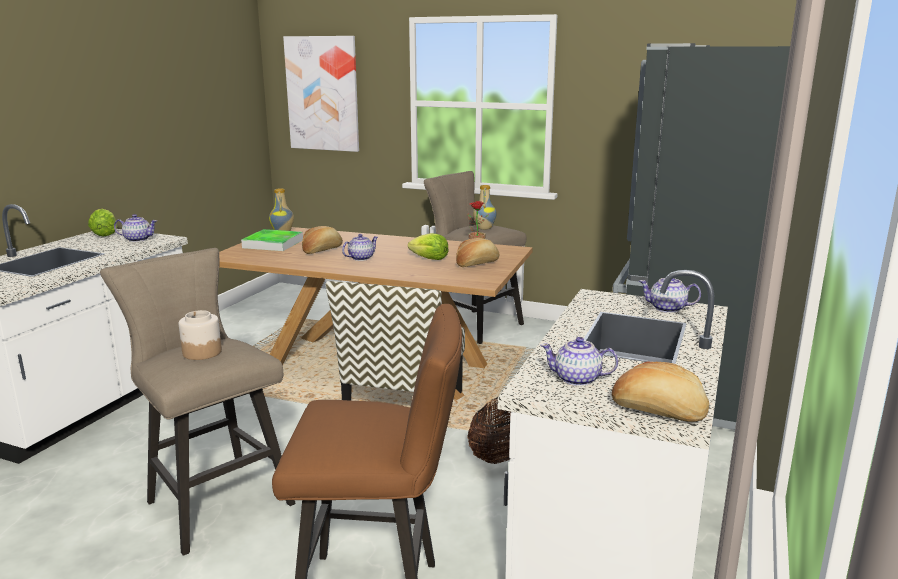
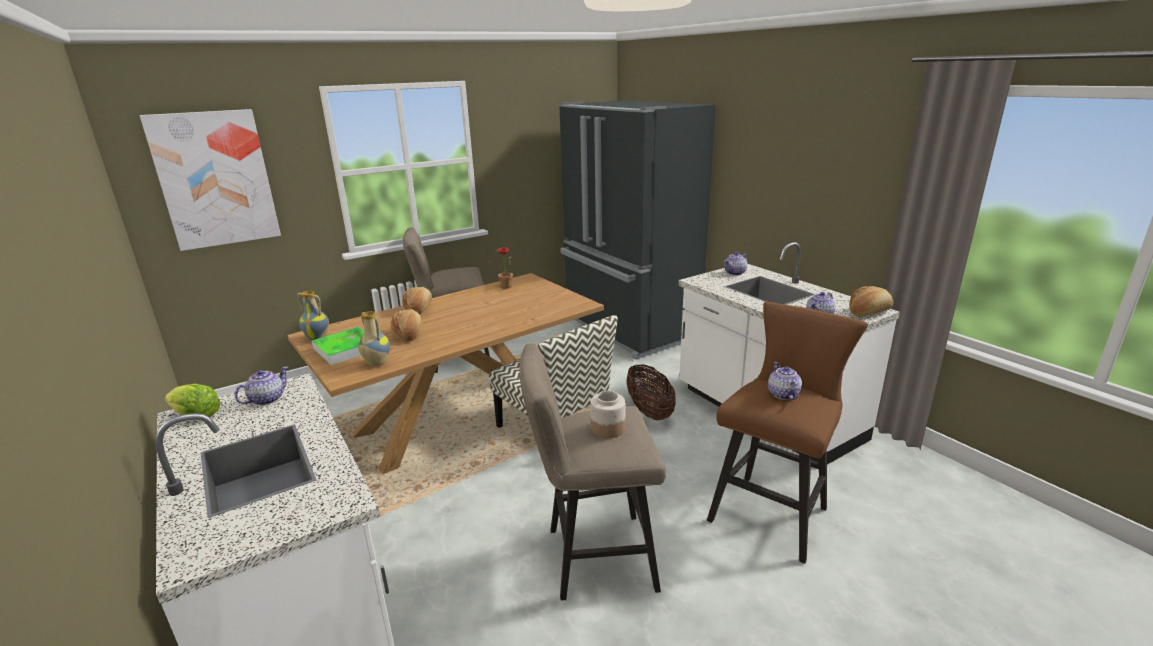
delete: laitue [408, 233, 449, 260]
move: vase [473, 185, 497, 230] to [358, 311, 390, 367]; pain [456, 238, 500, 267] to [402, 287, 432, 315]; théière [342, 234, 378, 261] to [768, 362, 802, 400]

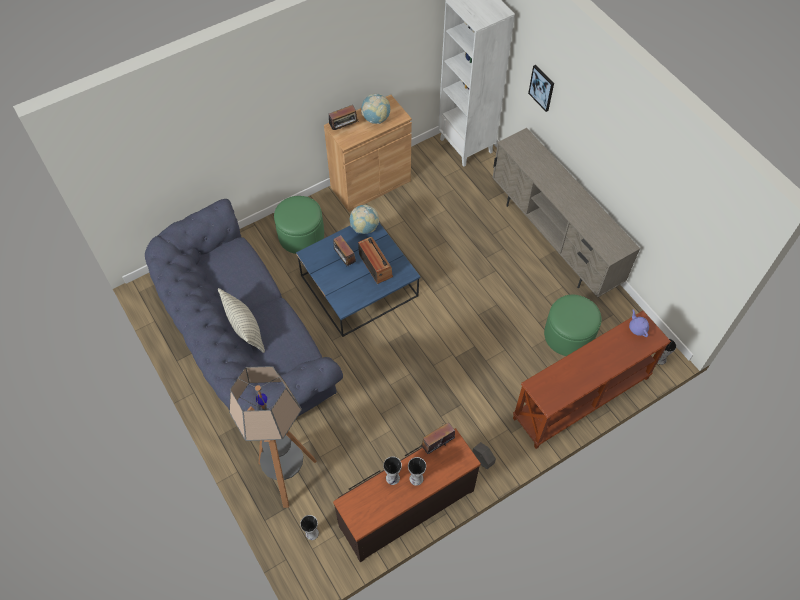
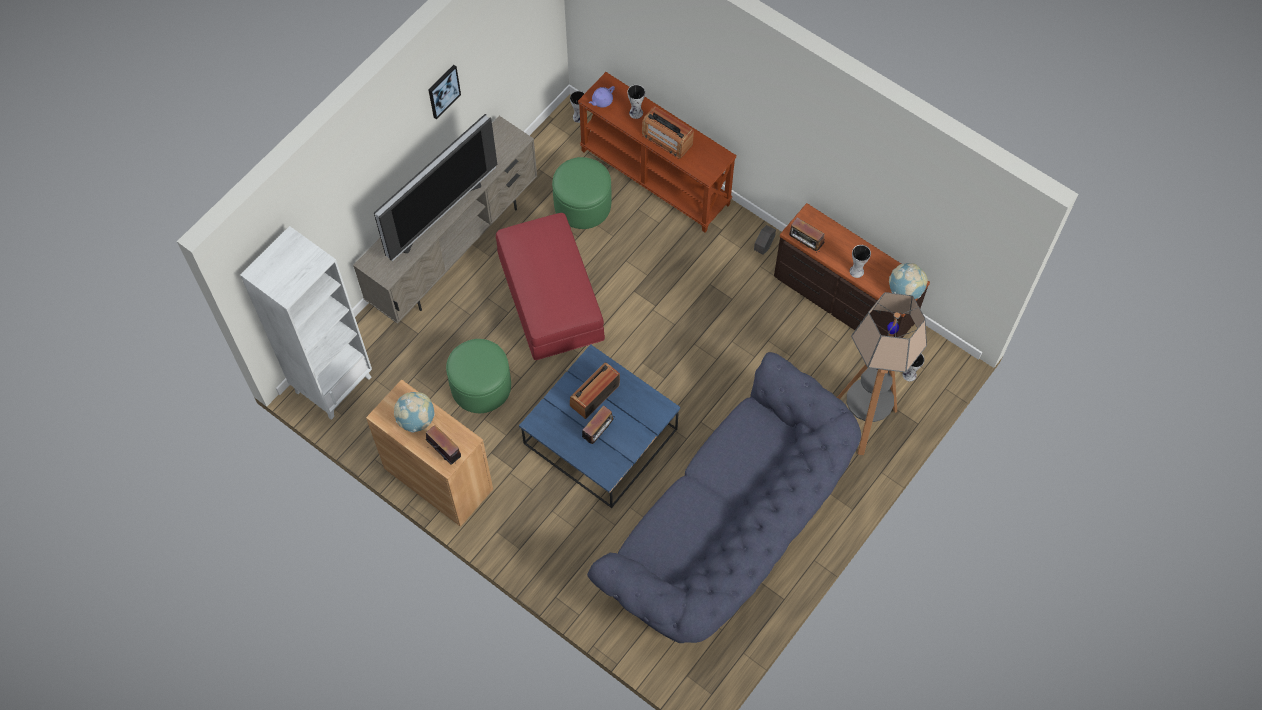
delete: coussin [218, 288, 265, 353]
insert: téléviseur [374, 114, 497, 261]; pouf/rouge [496, 213, 605, 360]; radio [642, 106, 694, 159]
move: tableau [528, 65, 554, 112] to [429, 65, 461, 119]; pouf/vert [274, 196, 324, 254] to [446, 339, 511, 413]; vase [408, 457, 426, 486] to [627, 85, 645, 119]; globe [350, 205, 379, 234] to [889, 263, 928, 299]

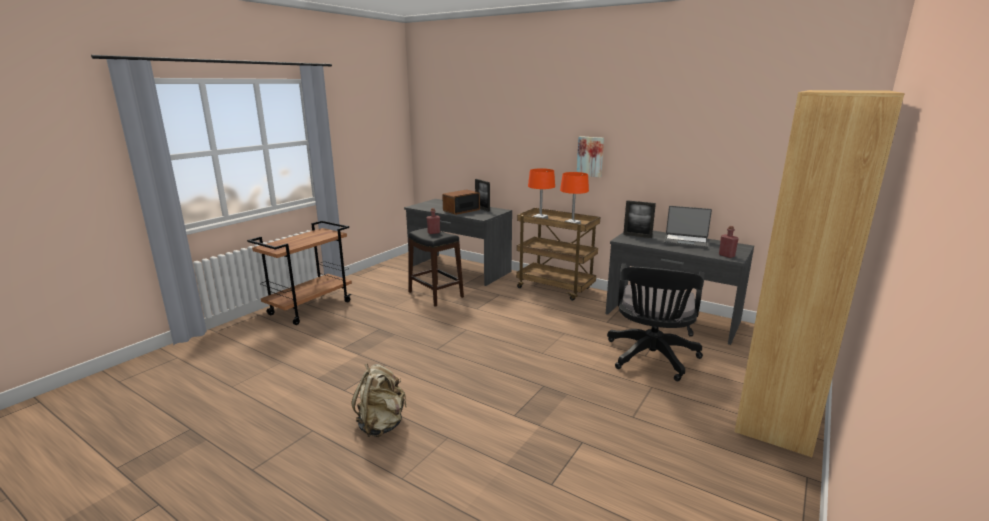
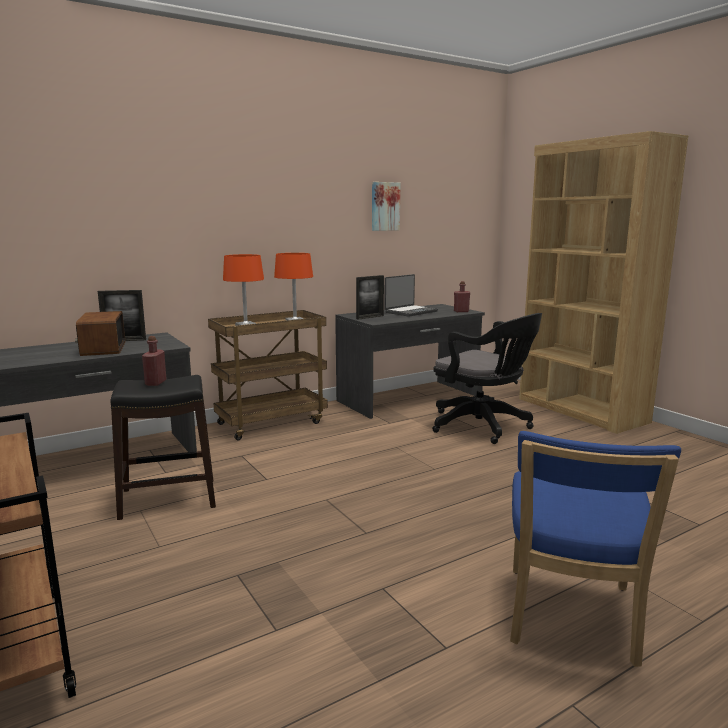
move: tableau [577, 136, 604, 177] to [372, 182, 401, 231]
replace: sac à dos/beige [351, 364, 406, 437] to chaise/bleu [510, 431, 681, 667]

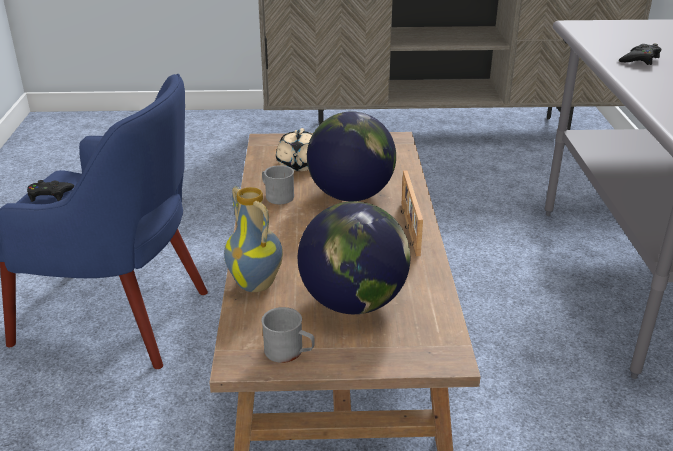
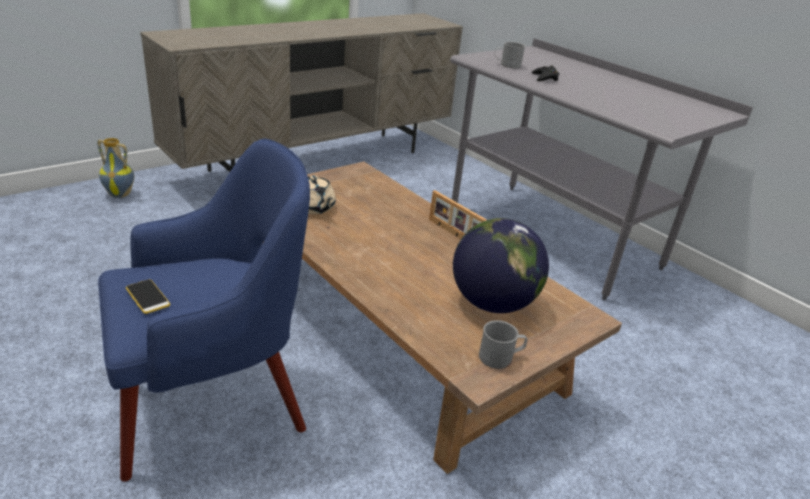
delete: globe [307, 111, 396, 201]
move: vase [224, 187, 283, 292] to [97, 138, 134, 198]; mug/gris [262, 165, 294, 204] to [495, 42, 525, 68]
replace: manette/noir [27, 180, 74, 202] to téléphone [126, 279, 170, 314]

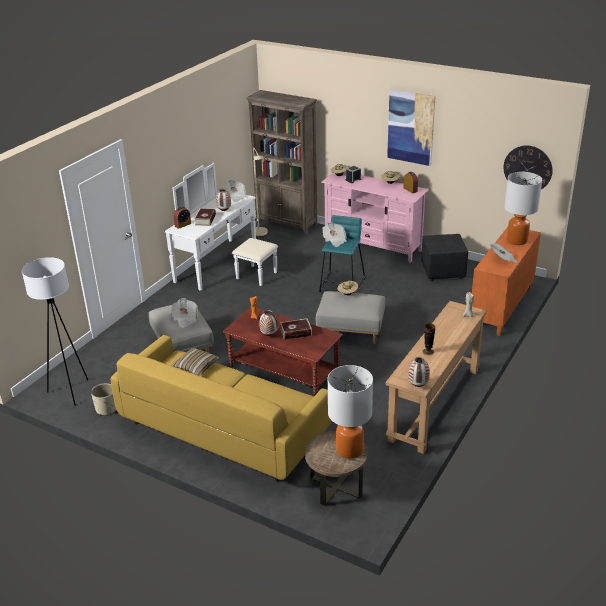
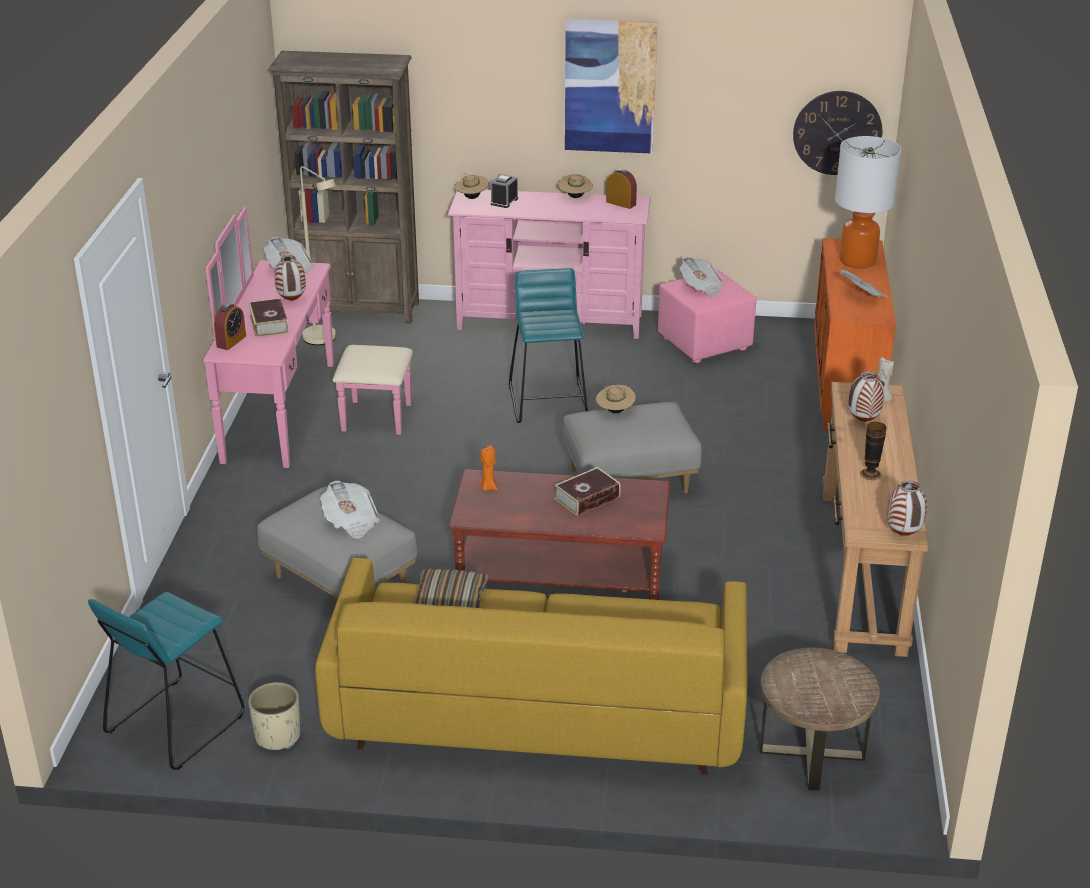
delete: lampe de table [328, 365, 373, 458]
move: journal [322, 222, 347, 247] to [680, 257, 725, 298]; vase [259, 310, 278, 336] to [848, 371, 885, 422]
replace: lampadaire/blanc [22, 257, 88, 406] to tabouret/turquoise [88, 592, 244, 770]
recolor: commode/blanc [165, 163, 278, 291] to commode/rose [203, 207, 413, 468]; pouf/noir [421, 234, 468, 281] to pouf/rose [658, 270, 757, 363]

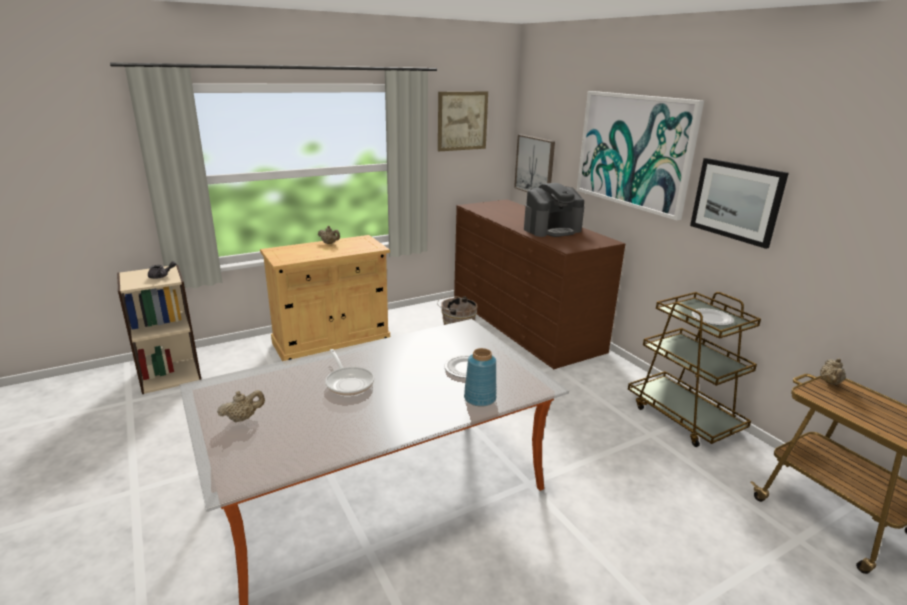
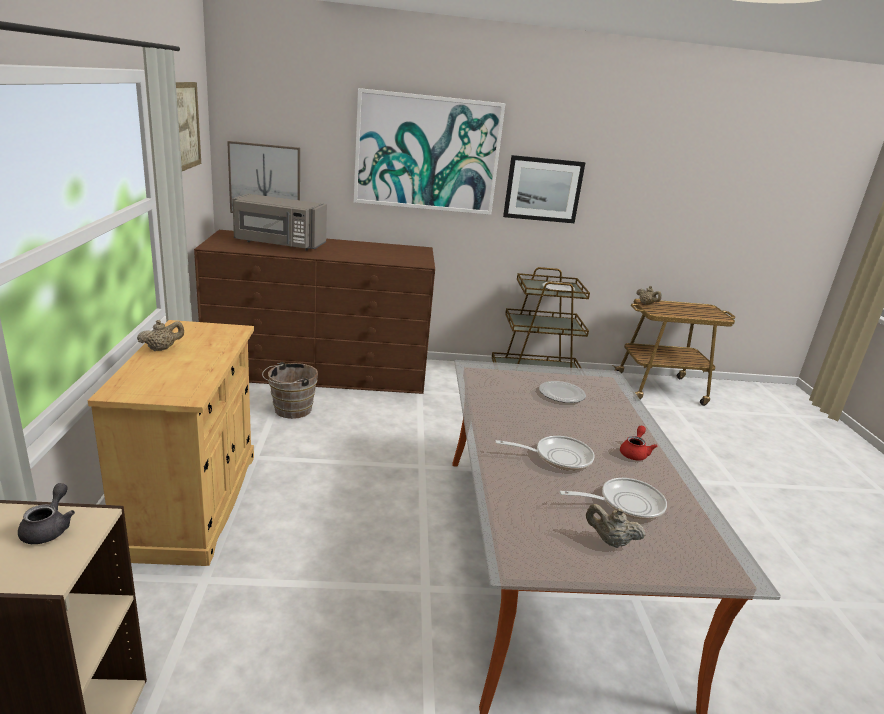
delete: vase/bleu [464, 348, 496, 407]; machine à café [524, 183, 584, 237]
insert: micro-ondes/gris [232, 194, 327, 251]; poêle [559, 478, 667, 520]; théière/rouge [620, 426, 657, 461]
rotate: théière/beige [217, 390, 265, 423] = [586, 504, 645, 548] 60 degrees counterclockwise

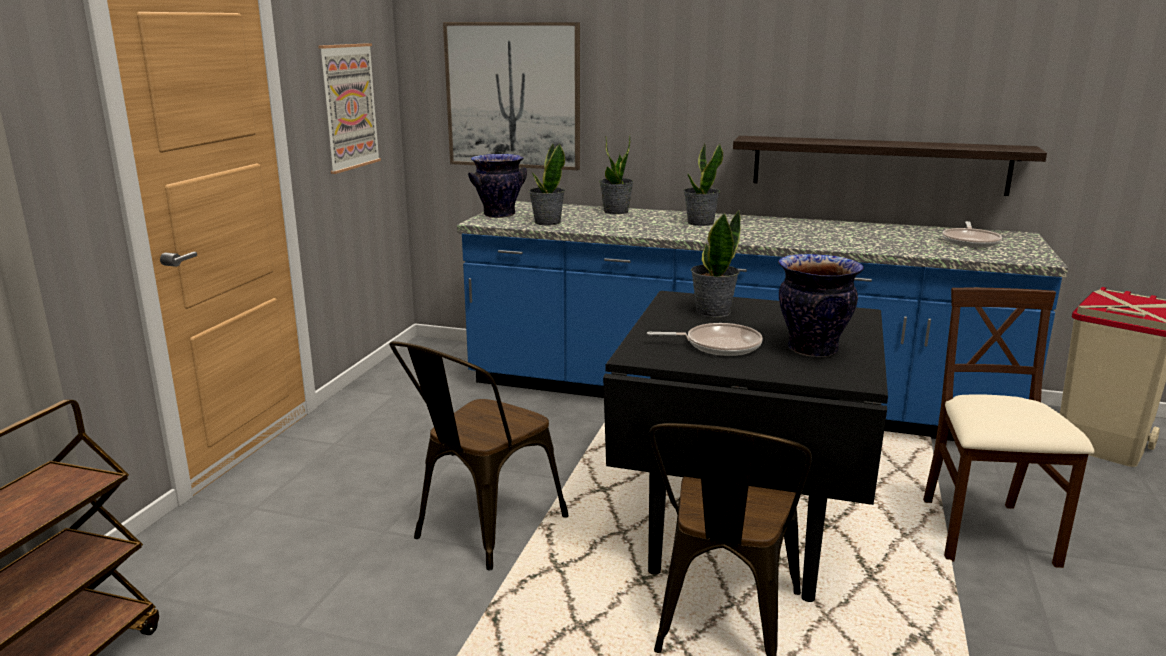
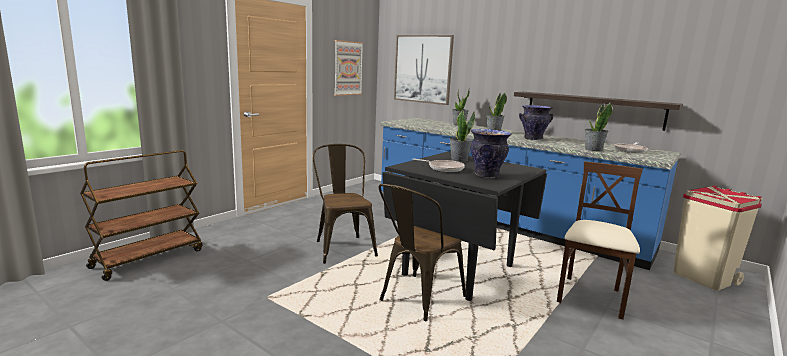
move: vase [468, 154, 527, 218] to [519, 105, 553, 140]; plante en pot [529, 143, 565, 226] to [584, 102, 613, 151]
rotate: chaise/marron [389, 341, 569, 571] = [312, 144, 378, 264] 105 degrees clockwise

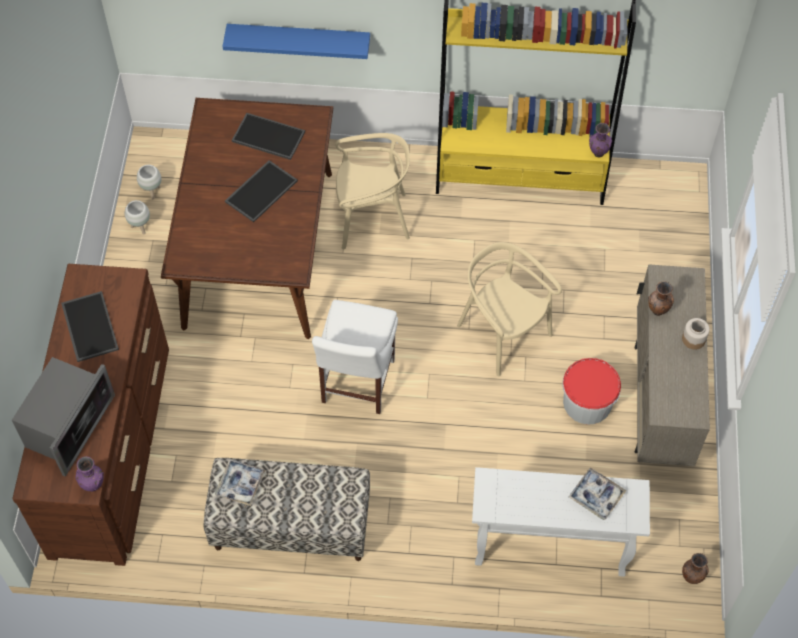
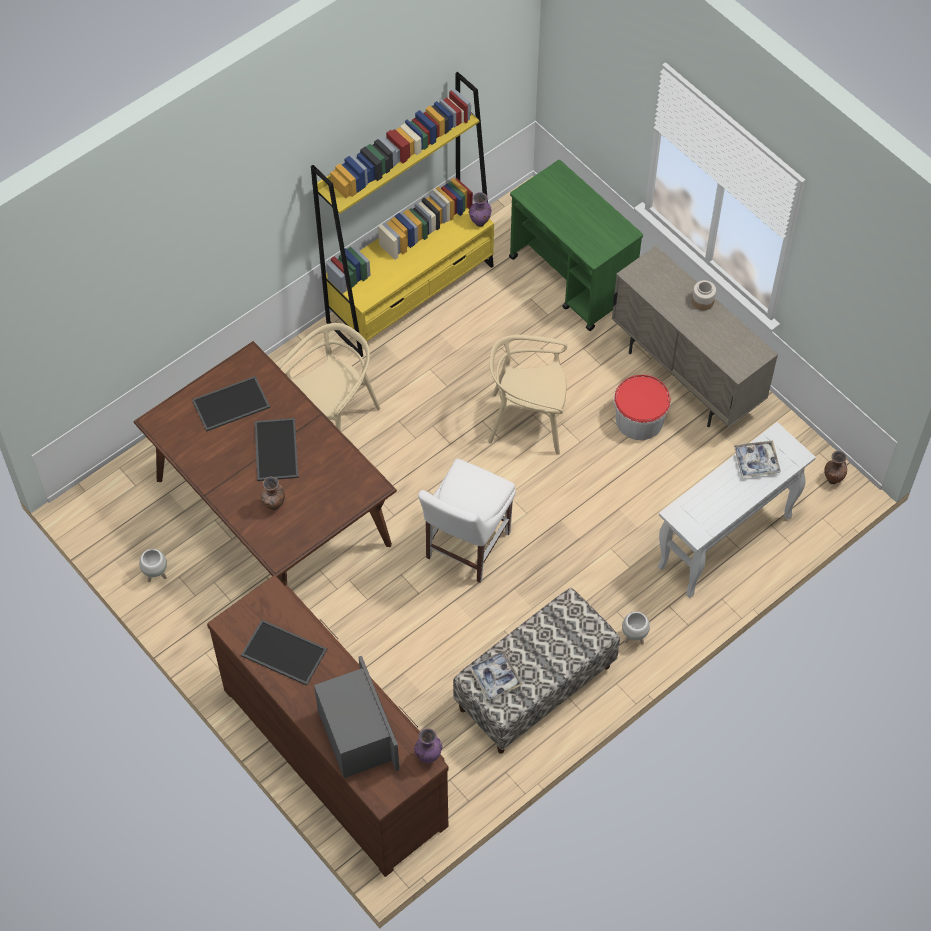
delete: étagère/bleu [223, 24, 370, 59]
insert: chariot/vert [509, 160, 643, 331]
move: vase/marron [648, 282, 674, 316] to [260, 477, 285, 510]; cache-pot/blanc [137, 165, 161, 199] to [622, 612, 650, 644]
rotate: chaise/blanc [312, 300, 398, 414] = [418, 459, 516, 583] 60 degrees clockwise

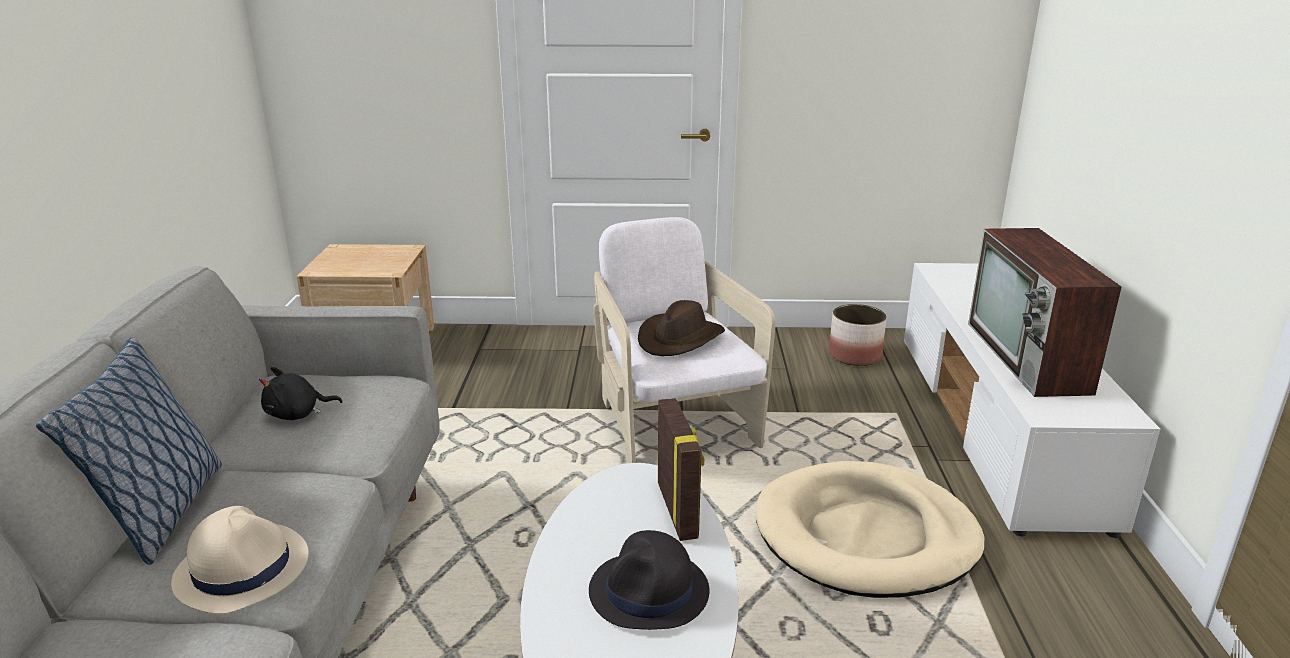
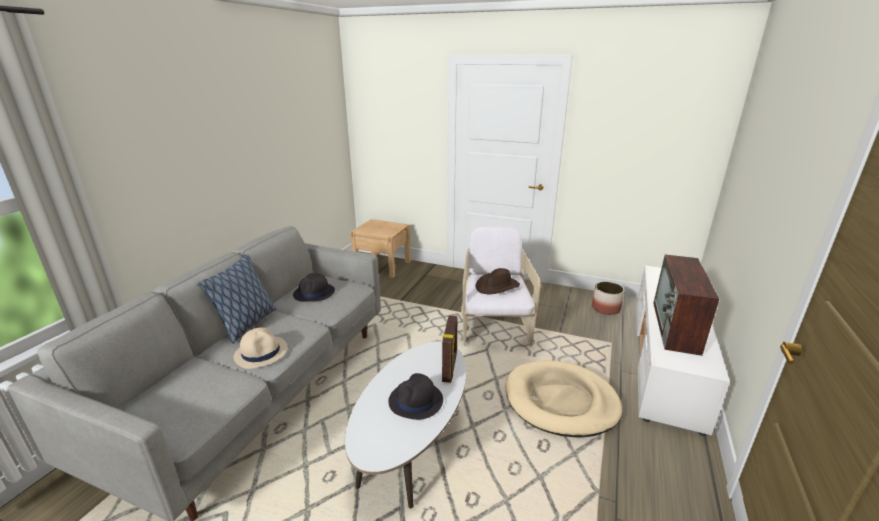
replace: peluche/noir [259, 367, 343, 420] to chapeau/noir [293, 273, 335, 302]

